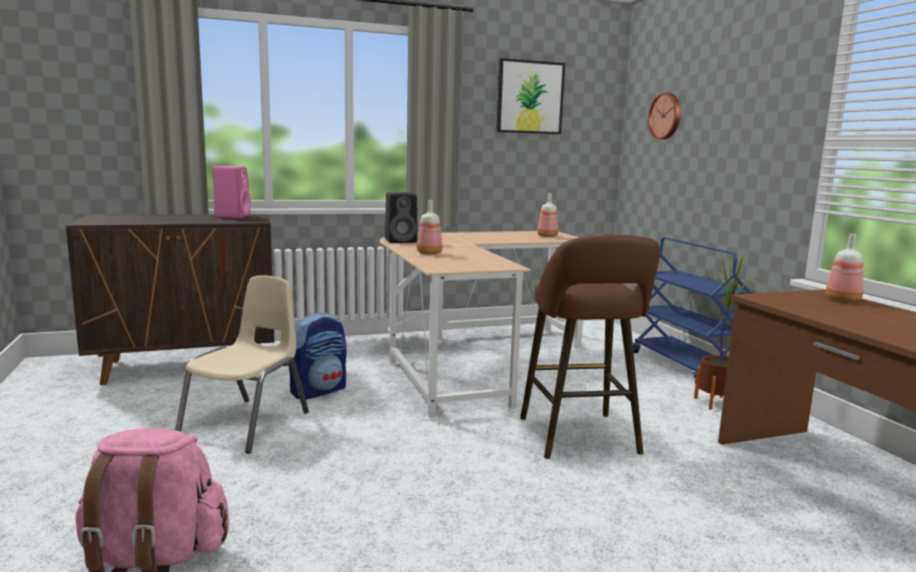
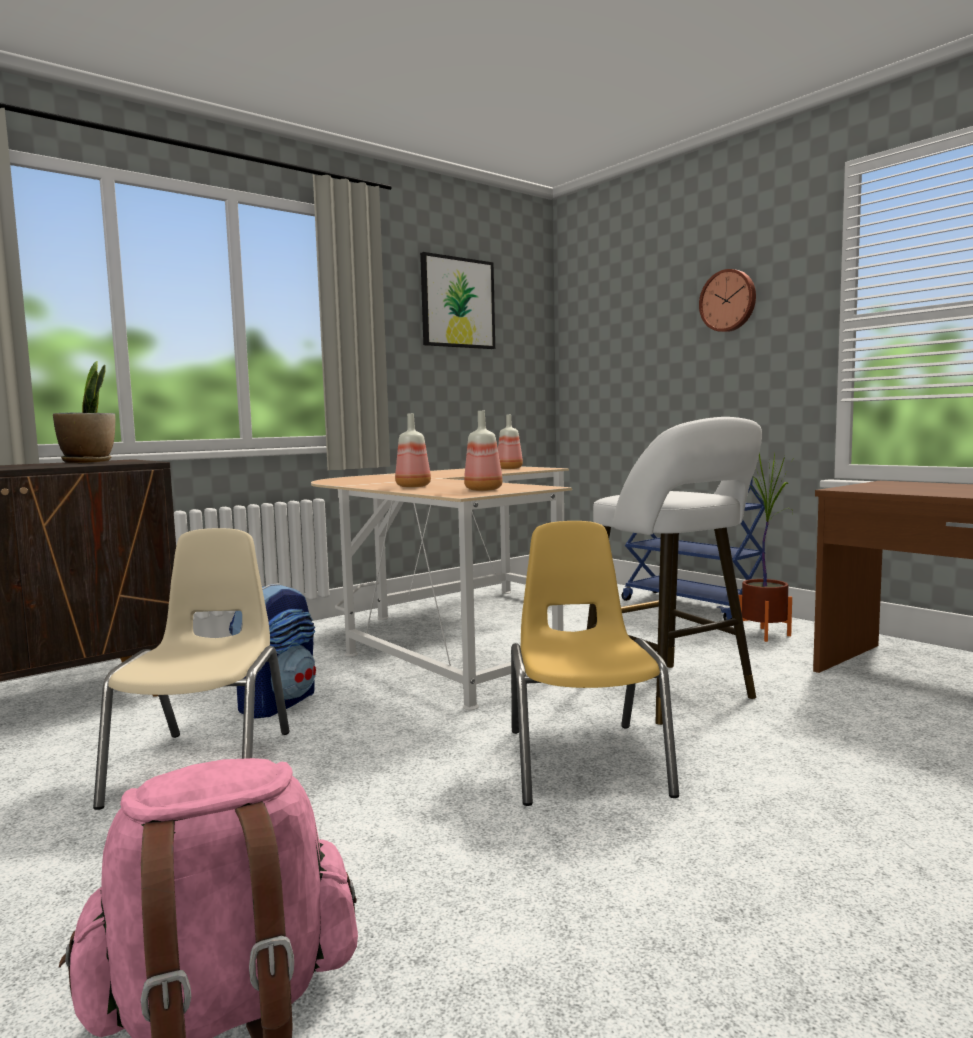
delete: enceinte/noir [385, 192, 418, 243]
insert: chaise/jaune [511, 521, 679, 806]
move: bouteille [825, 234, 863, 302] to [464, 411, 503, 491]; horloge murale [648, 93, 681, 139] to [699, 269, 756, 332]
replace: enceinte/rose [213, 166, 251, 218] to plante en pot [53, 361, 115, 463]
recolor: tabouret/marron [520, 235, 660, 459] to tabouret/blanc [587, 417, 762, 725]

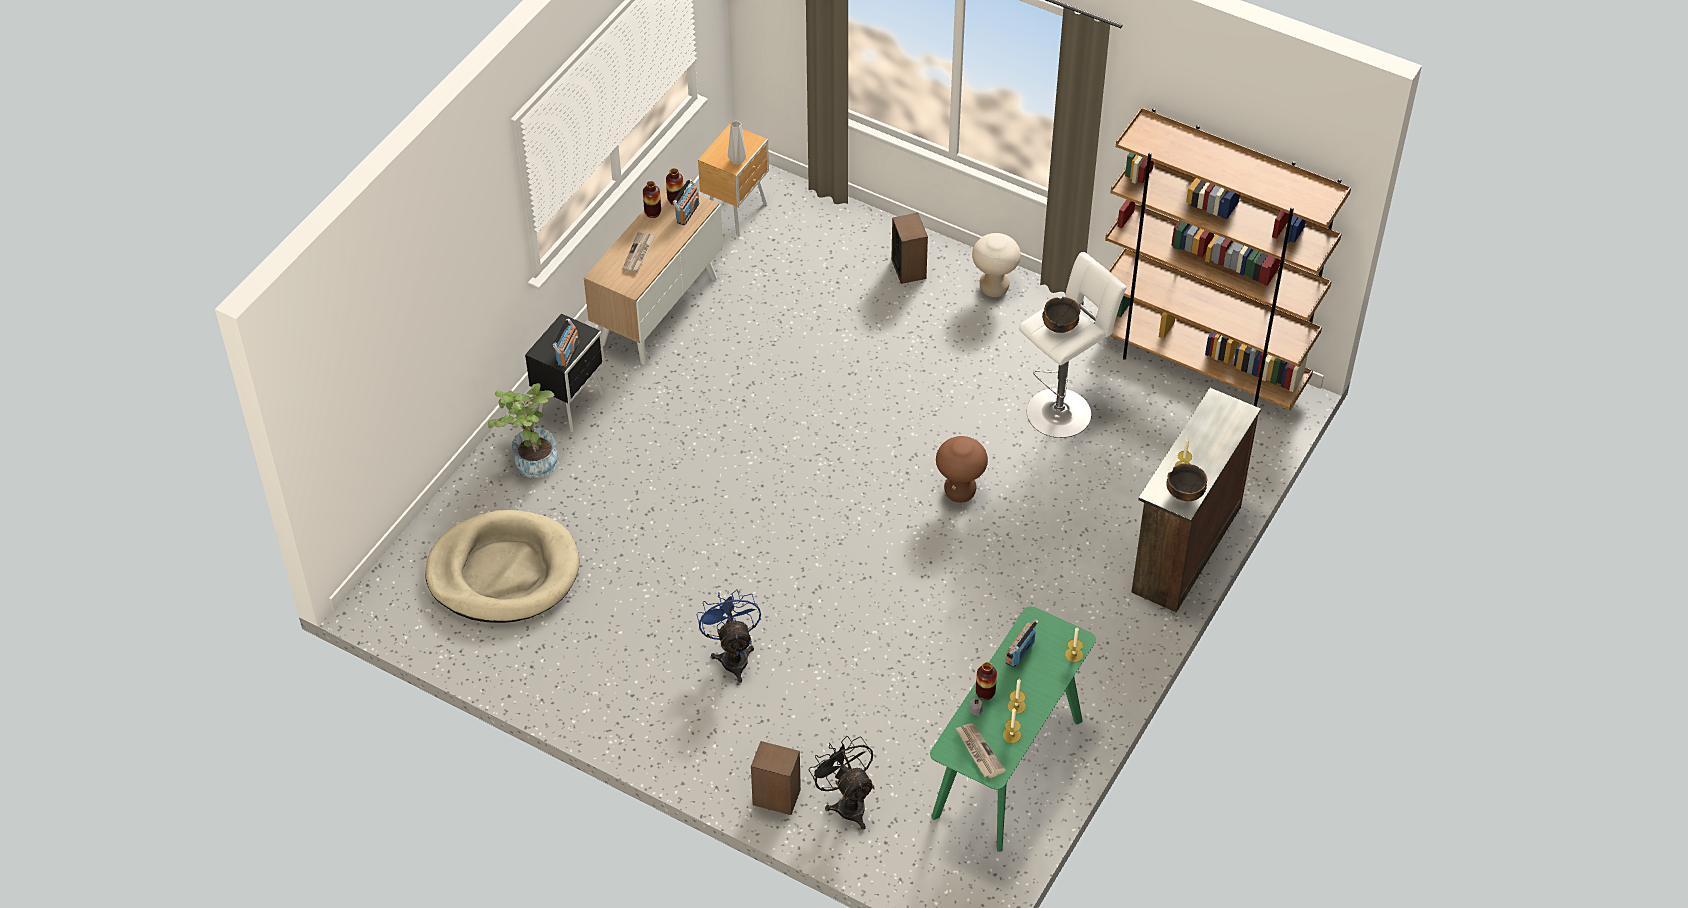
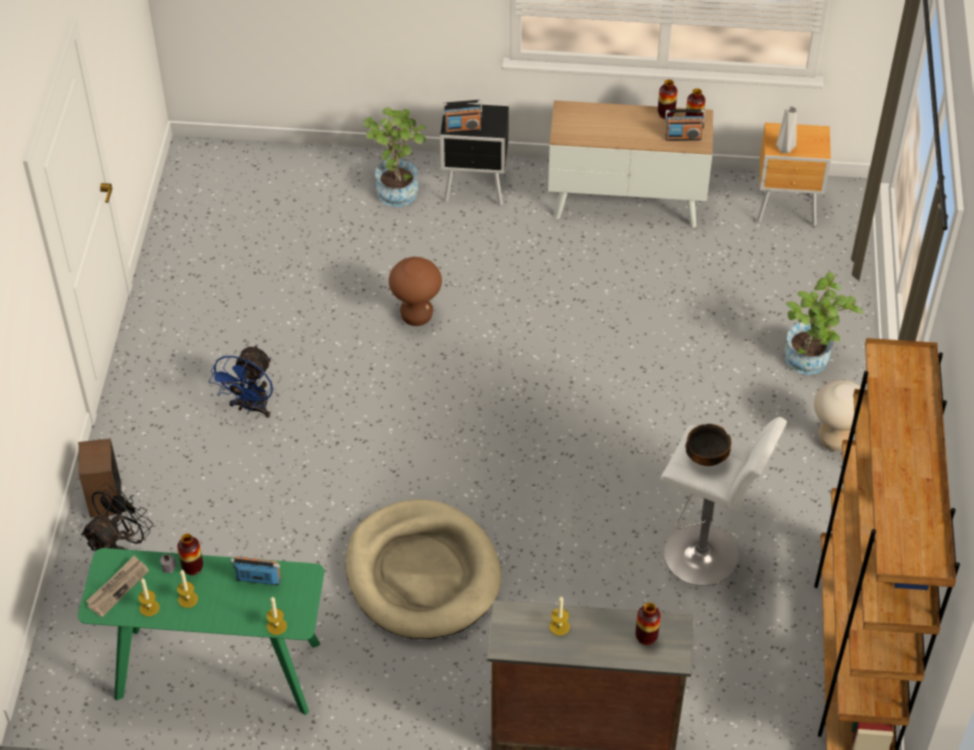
delete: journal [622, 231, 656, 272]; bol [1166, 463, 1207, 501]
insert: vase [635, 602, 661, 645]
move: panier pour chien/beige [425, 510, 579, 623] to [346, 499, 501, 639]; tabouret/marron [936, 436, 988, 503] to [389, 257, 442, 326]
replace: enceinte [891, 213, 928, 284] to plante en pot [784, 272, 863, 375]
rotate: ventilateur/bleu [697, 589, 761, 683] = [209, 345, 273, 418] 150 degrees clockwise

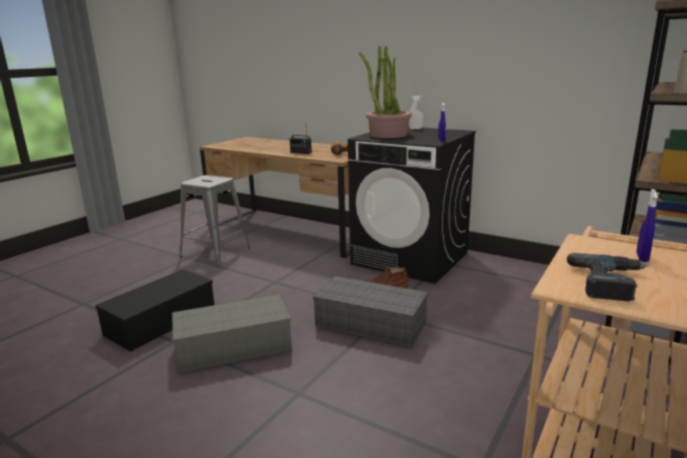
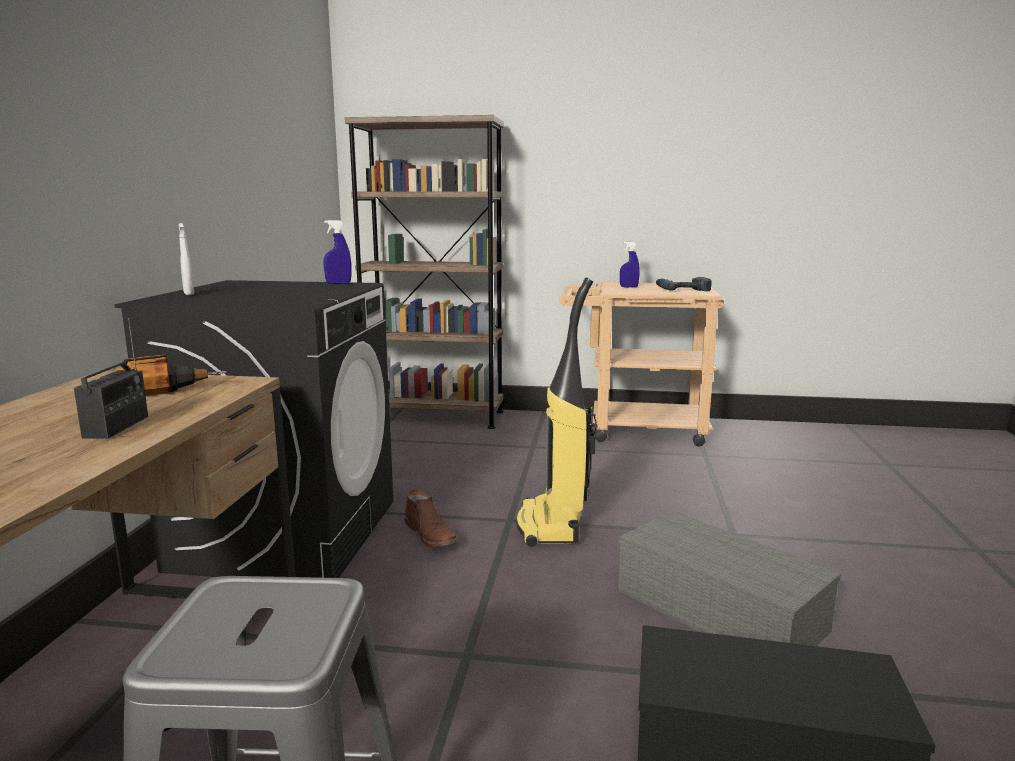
delete: plante en pot [359, 46, 412, 138]
replace: boîte de rangement/gris [313, 276, 428, 348] to aspirateur [516, 277, 597, 547]

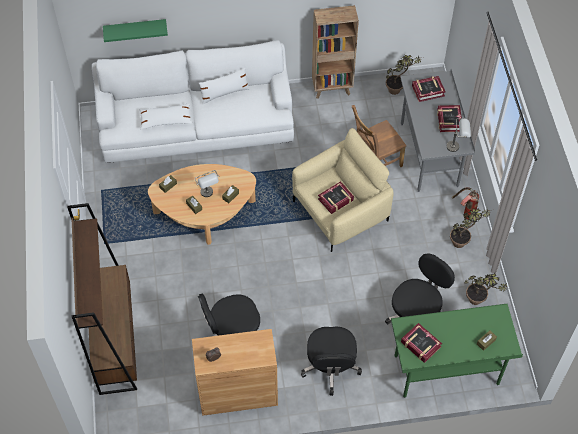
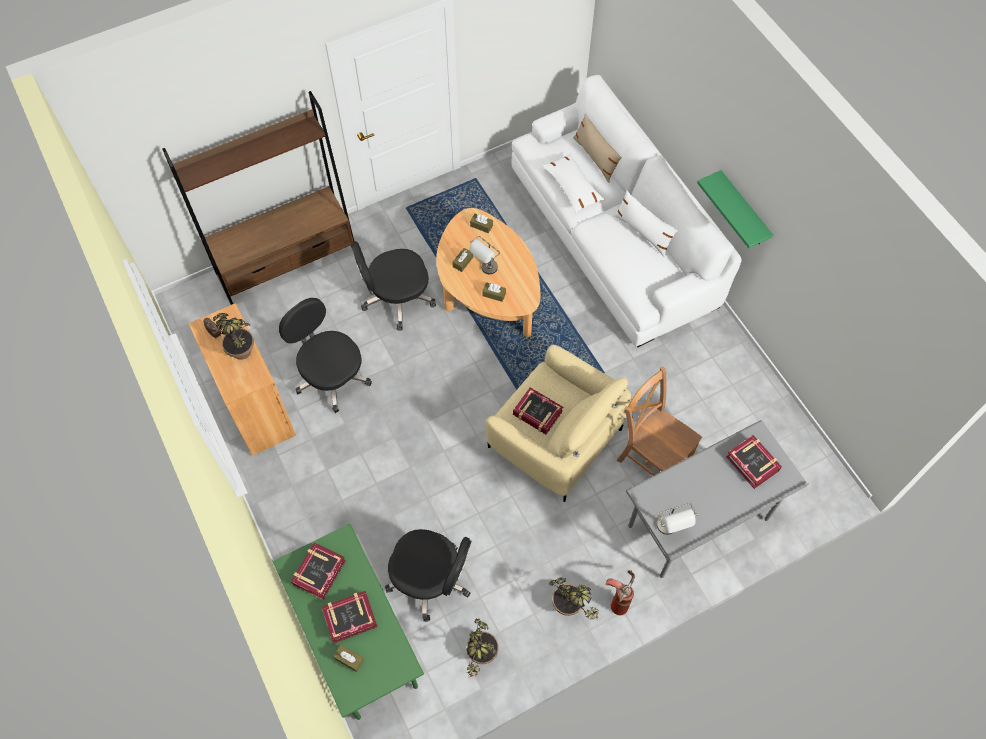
delete: bibliothèque/marron [312, 5, 359, 99]
insert: coussin/beige [573, 114, 622, 183]
move: plante en pot [386, 55, 422, 95] to [213, 313, 254, 360]; livre [437, 105, 462, 132] to [322, 591, 377, 644]; chaise de bureau/noir [301, 327, 362, 396] to [351, 241, 436, 331]; étagère/vert [103, 19, 168, 42] to [697, 170, 773, 248]

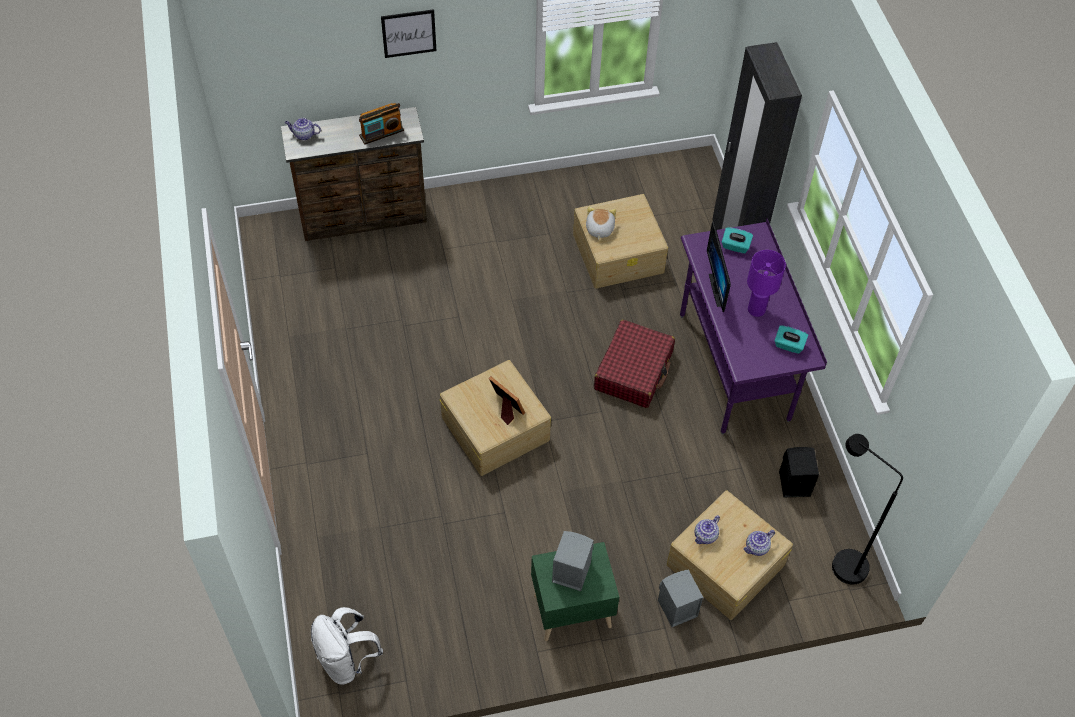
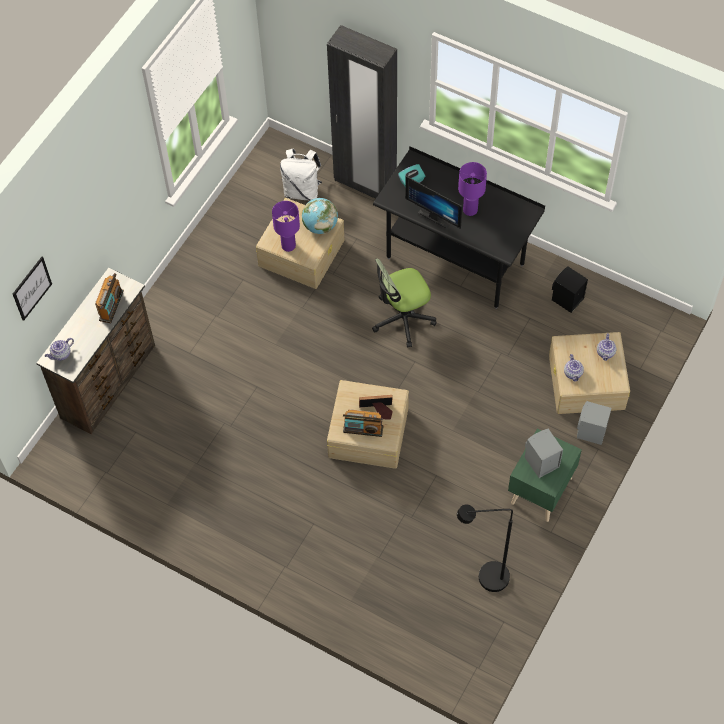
delete: boîte à mouchoirs/turquoise [775, 325, 808, 354]
insert: globe [302, 198, 338, 234]; radio [343, 409, 384, 437]
move: tableau [381, 9, 436, 58] to [13, 257, 52, 321]; sac à dos/blanc [311, 607, 383, 685] to [280, 149, 322, 201]; lampadaire/noir [832, 434, 903, 585] to [457, 505, 513, 592]
replace: peluche [586, 206, 616, 240] to lampe de table/violet [272, 201, 300, 252]; valise/rouge [594, 319, 675, 408] to chaise de bureau [372, 259, 437, 348]
recolor: bureau/violet [680, 219, 827, 434] to bureau/noir [373, 146, 545, 309]

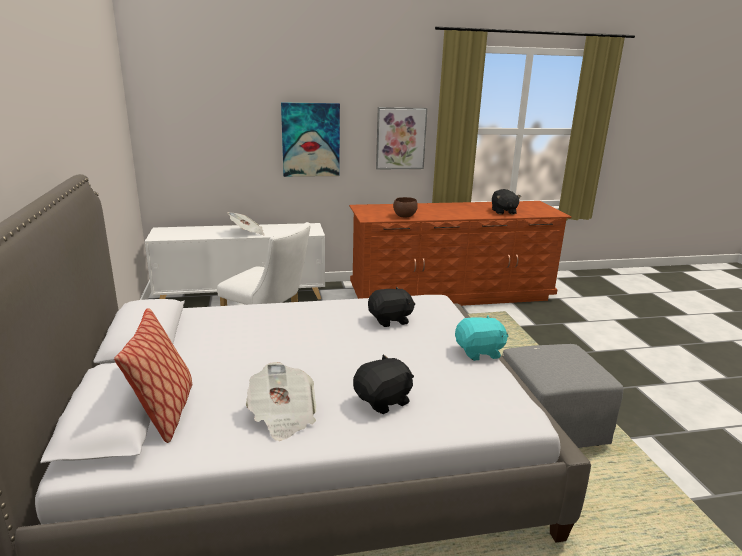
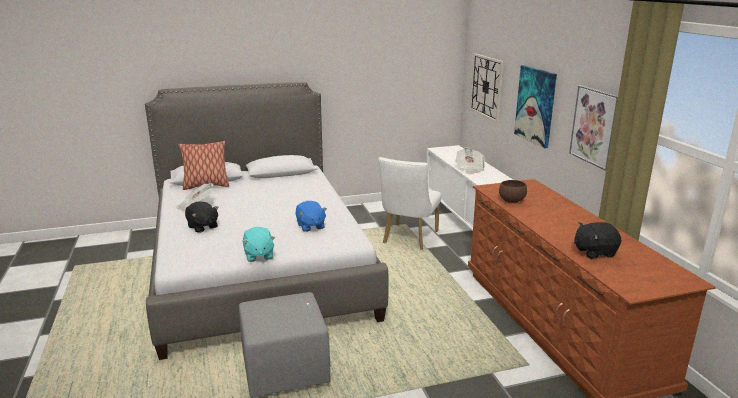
insert: horloge murale [470, 53, 504, 122]
recolor: peluche/noir [368, 287, 415, 327] to peluche/bleu [295, 201, 327, 232]

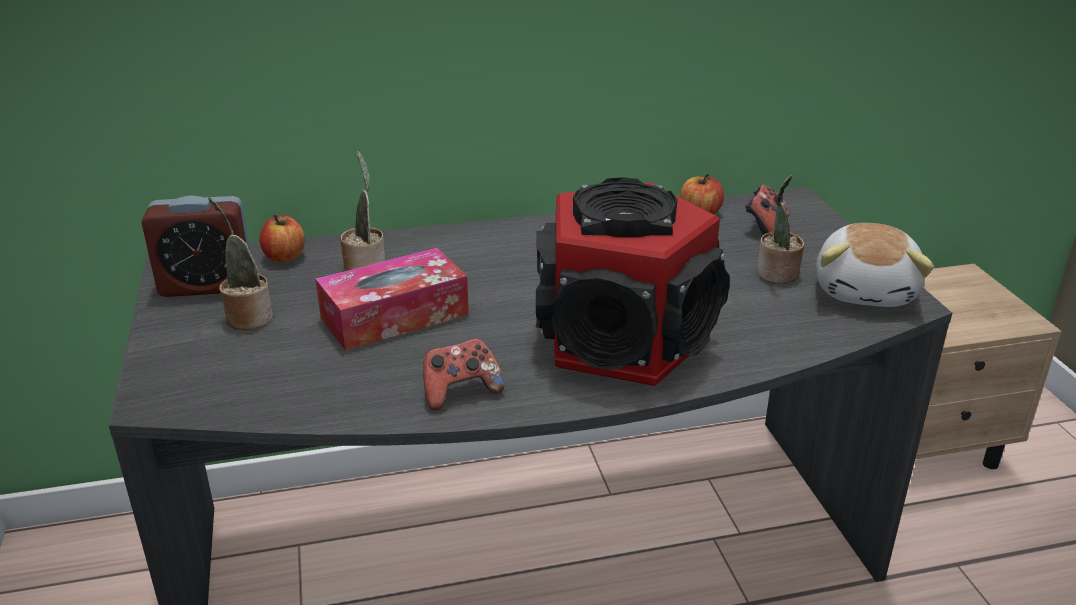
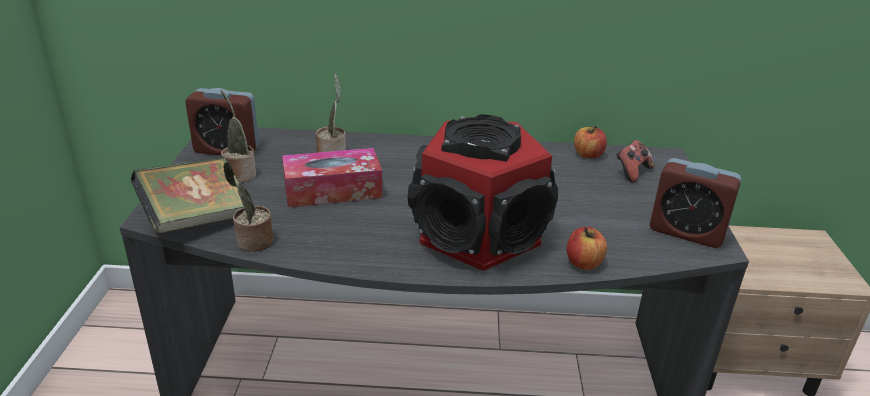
delete: manette [423, 338, 504, 410]
insert: livre [131, 157, 244, 234]
move: plante en pot [757, 175, 804, 284] to [223, 161, 273, 252]; pomme [259, 215, 305, 262] to [567, 227, 607, 270]
replace: peluche [816, 223, 934, 307] to réveil [650, 158, 742, 248]

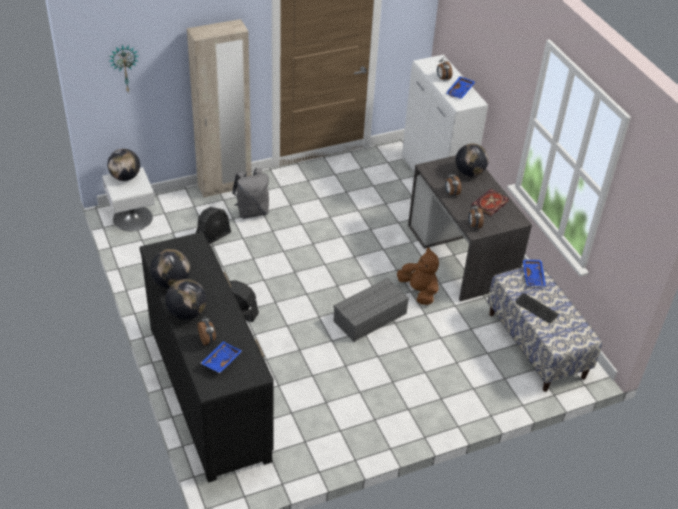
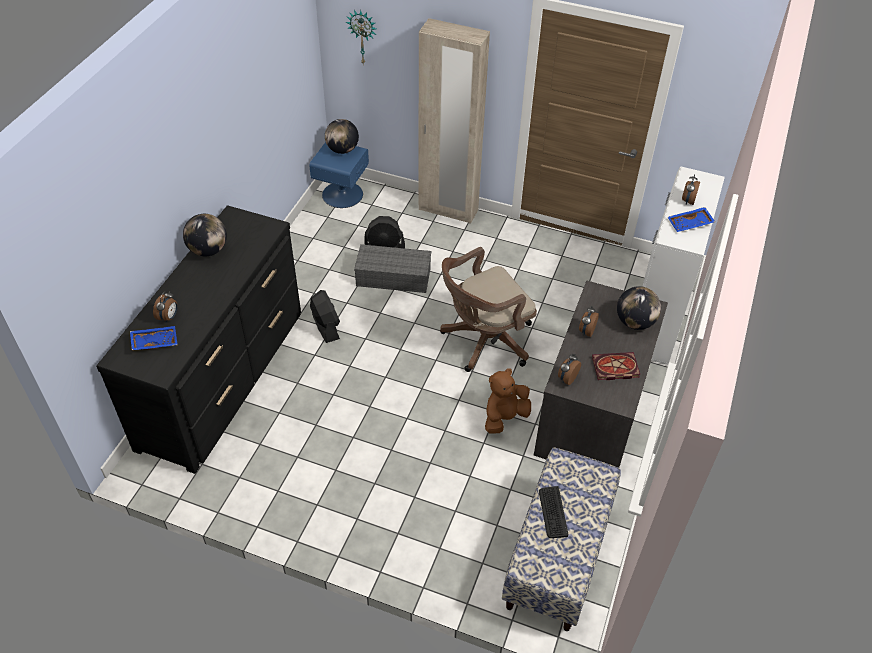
delete: globe [165, 279, 206, 320]; sac à dos/gris [232, 168, 269, 219]; plateau/bleu [523, 260, 546, 286]
insert: chaise de bureau/marron [440, 247, 537, 372]
move: boîte de rangement/gris [333, 278, 409, 342] to [354, 244, 431, 293]
recolor: table de chevet/blanc [102, 167, 155, 231] to table de chevet/bleu [309, 142, 369, 208]
rotate: peluche/marron [397, 248, 439, 305] = [485, 369, 531, 434] 135 degrees counterclockwise

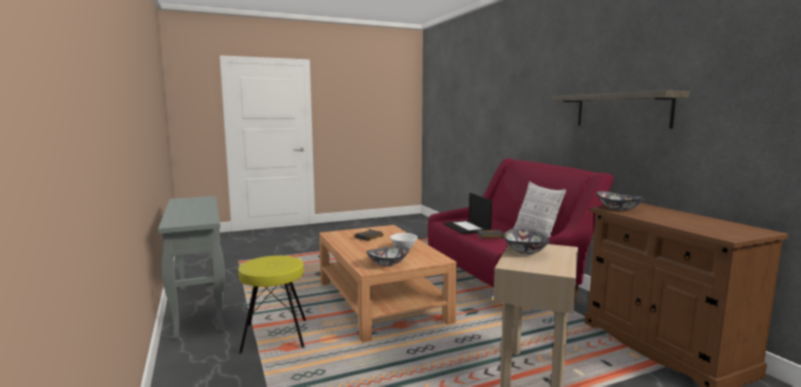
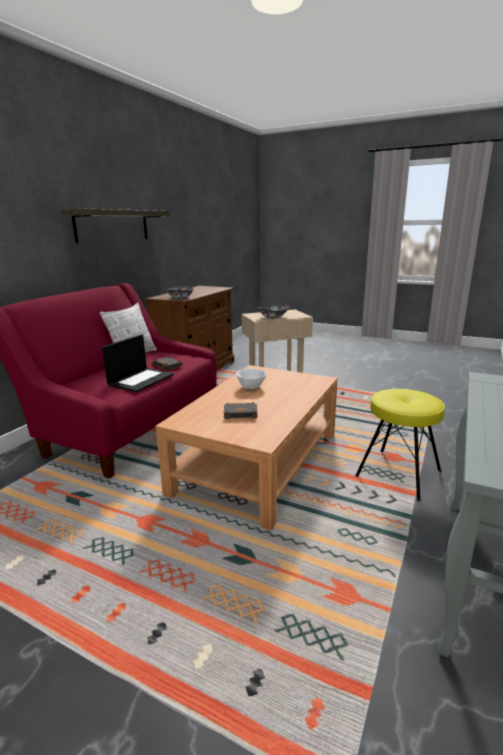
delete: bol [366, 246, 409, 266]

